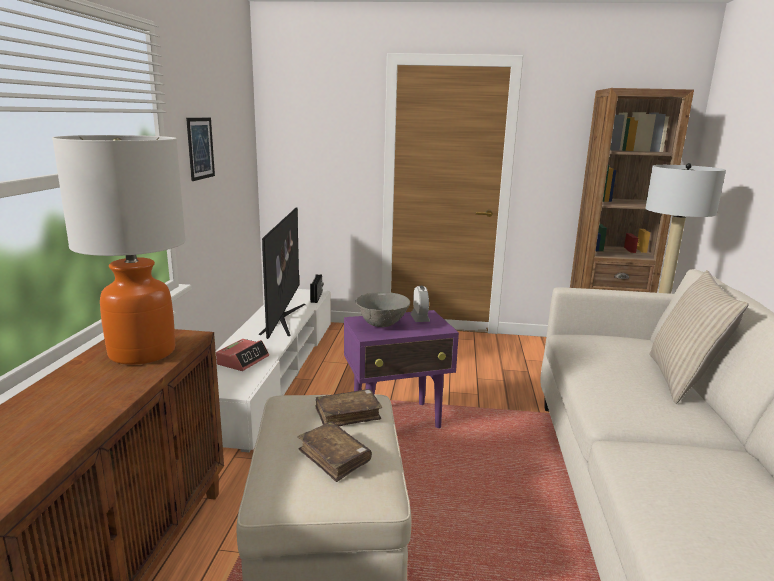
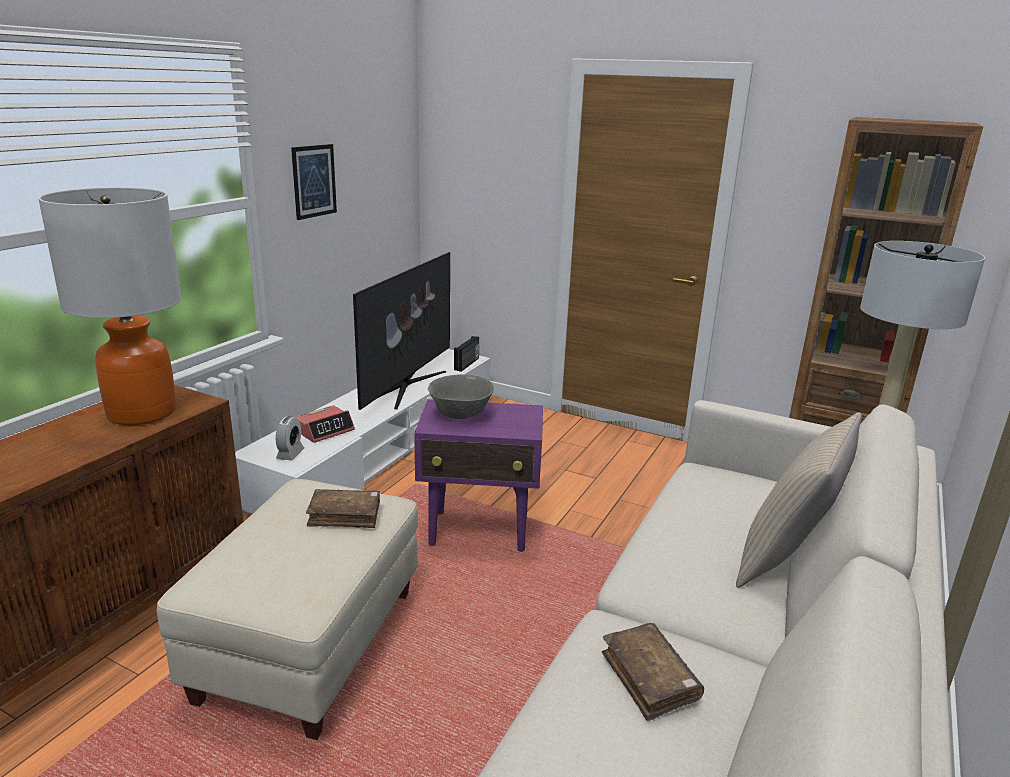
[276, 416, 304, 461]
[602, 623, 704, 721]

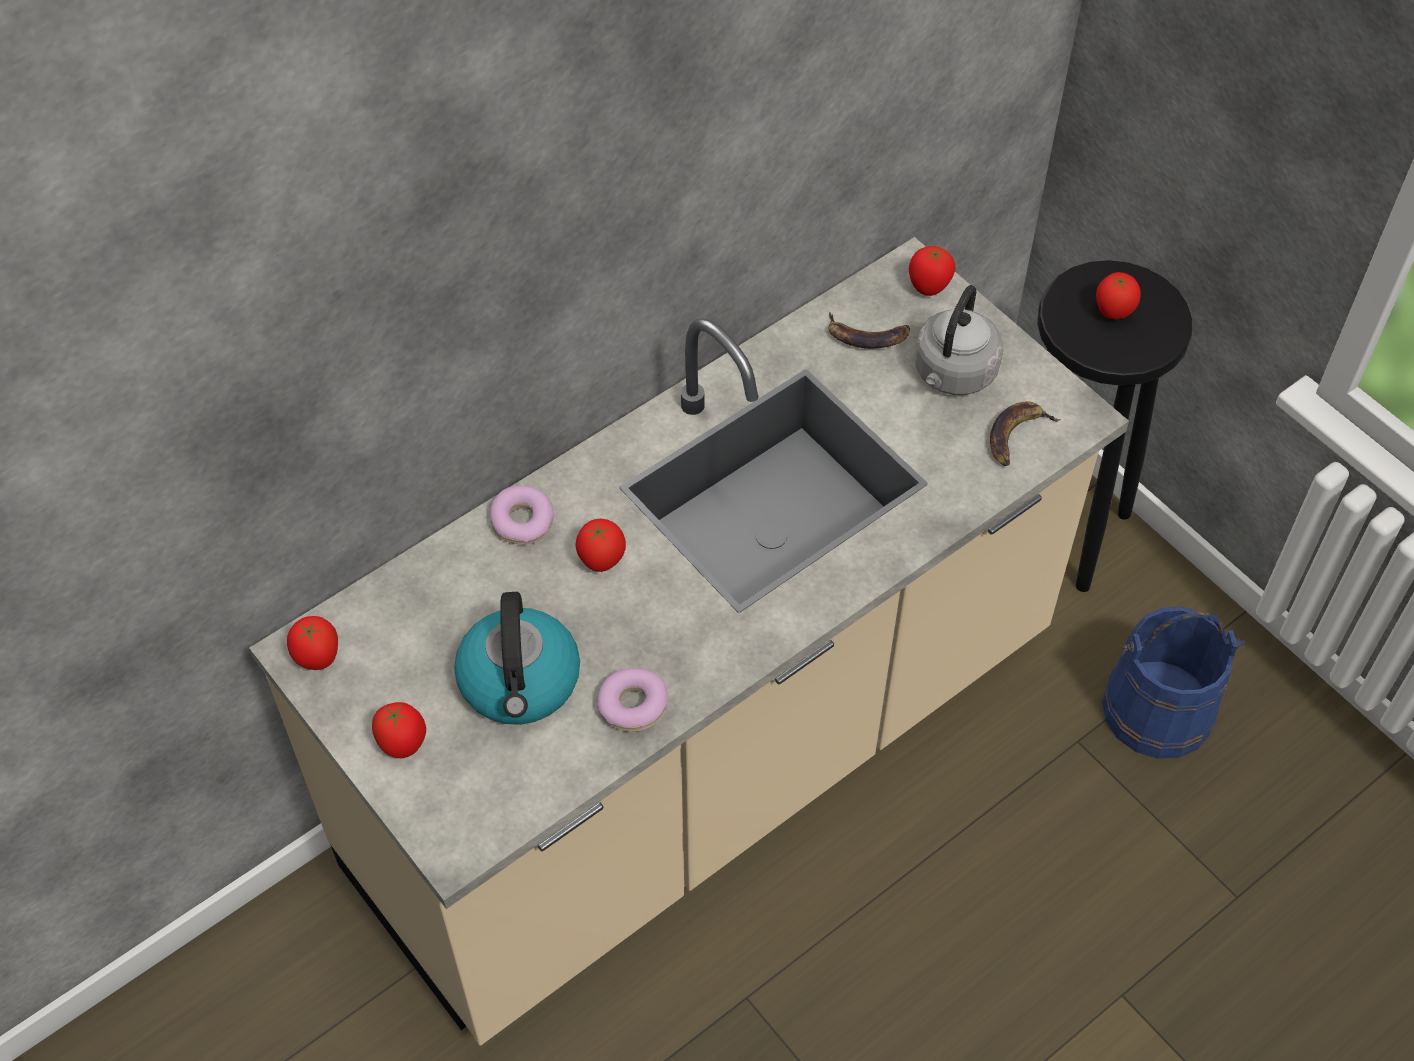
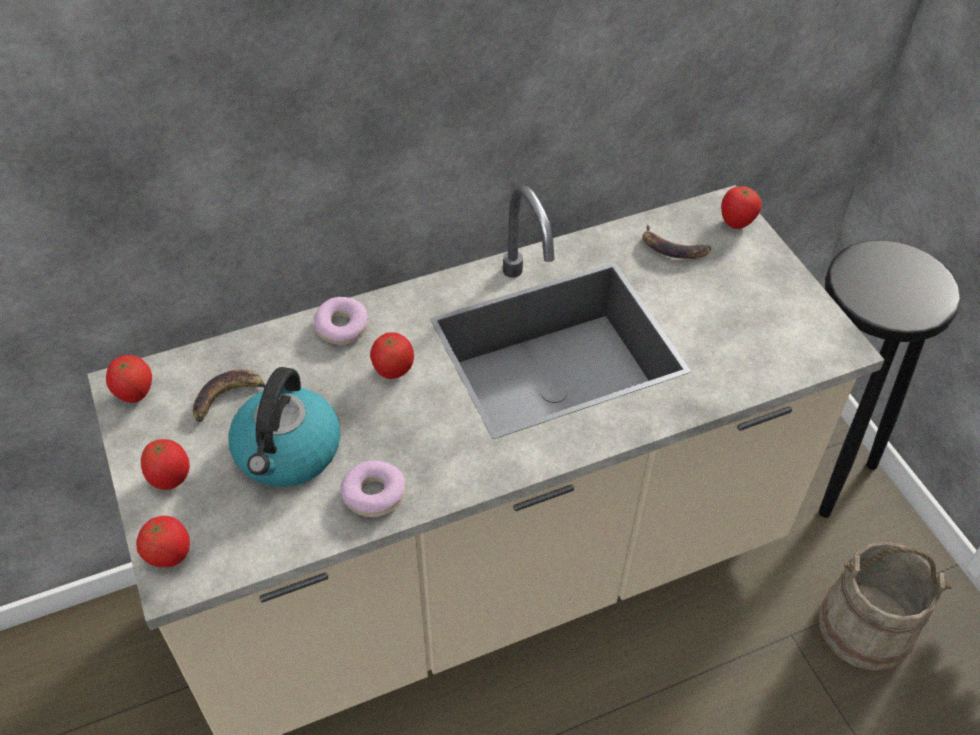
[136, 516, 190, 567]
[193, 369, 266, 422]
[819, 541, 952, 671]
[915, 285, 1003, 395] (first image)

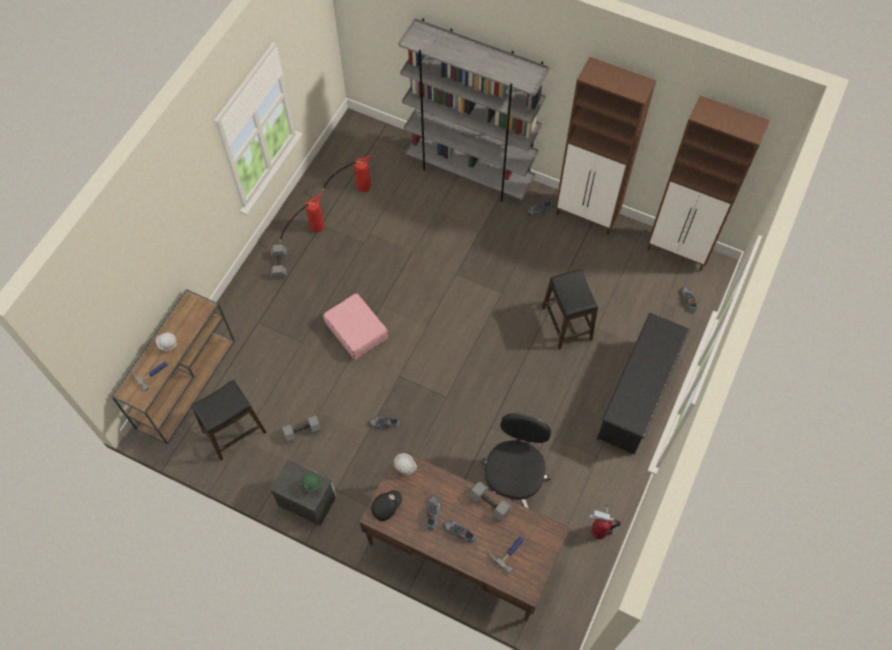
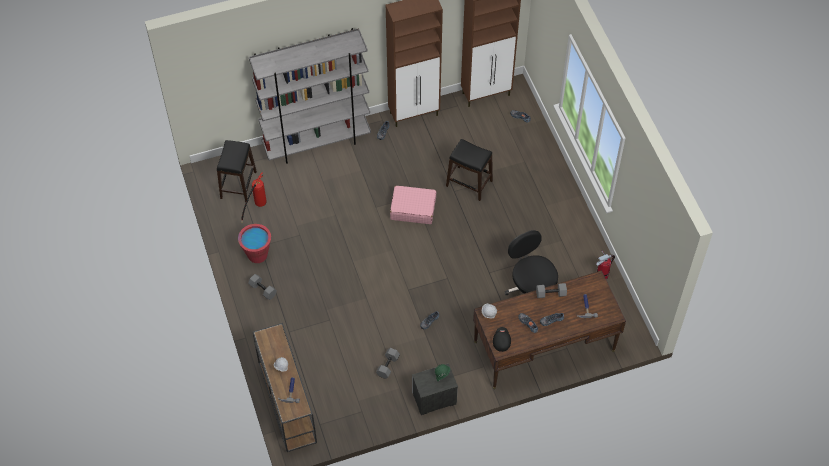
[217, 140, 257, 203]
[238, 224, 271, 263]
[390, 186, 437, 224]
[596, 313, 690, 454] (first image)

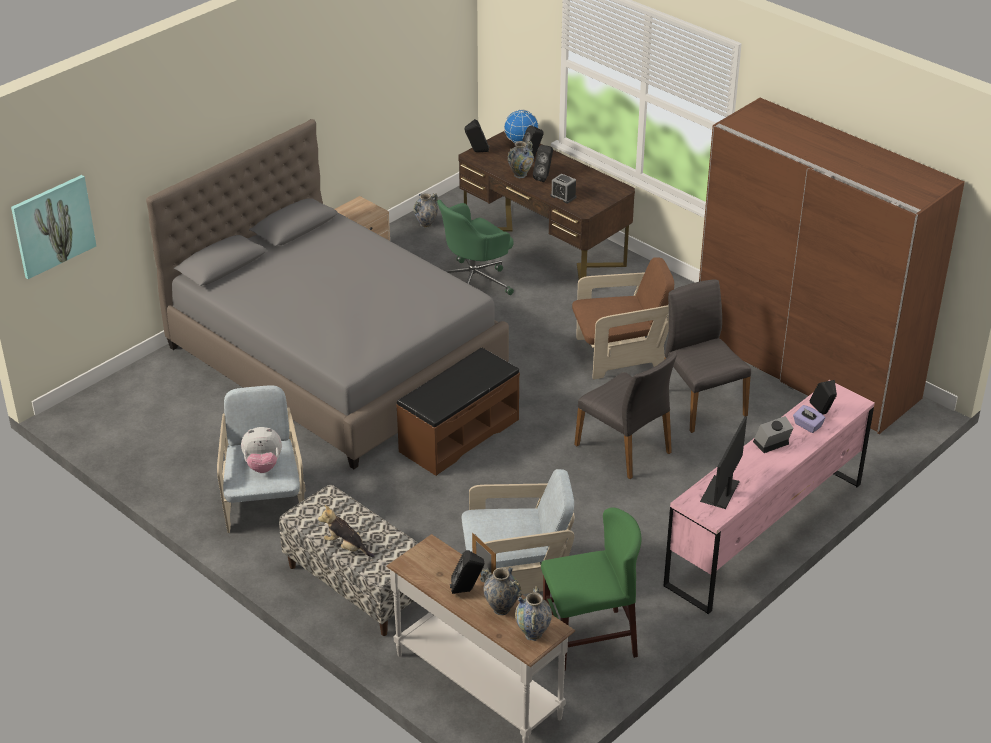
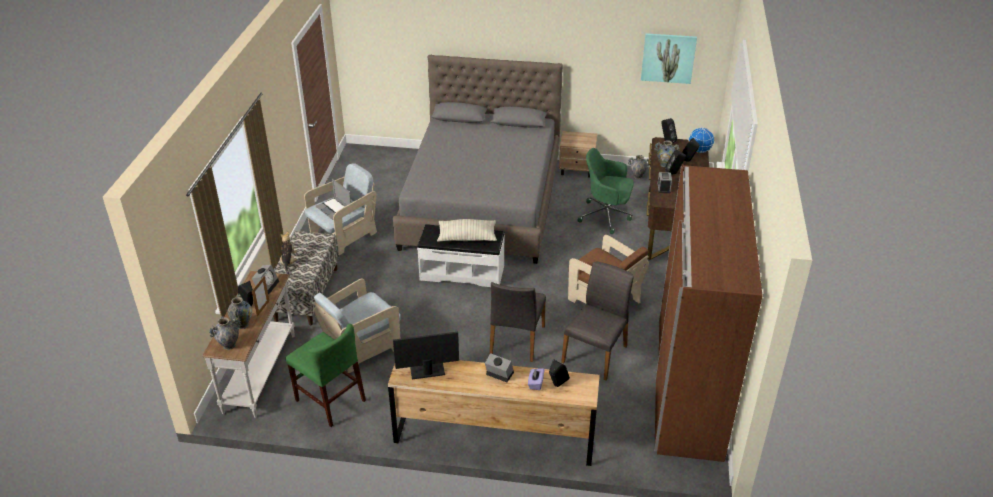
[252, 265, 279, 294]
[314, 279, 401, 373]
[316, 179, 351, 220]
[388, 360, 600, 466]
[417, 224, 505, 287]
[437, 219, 497, 242]
[641, 33, 697, 84]

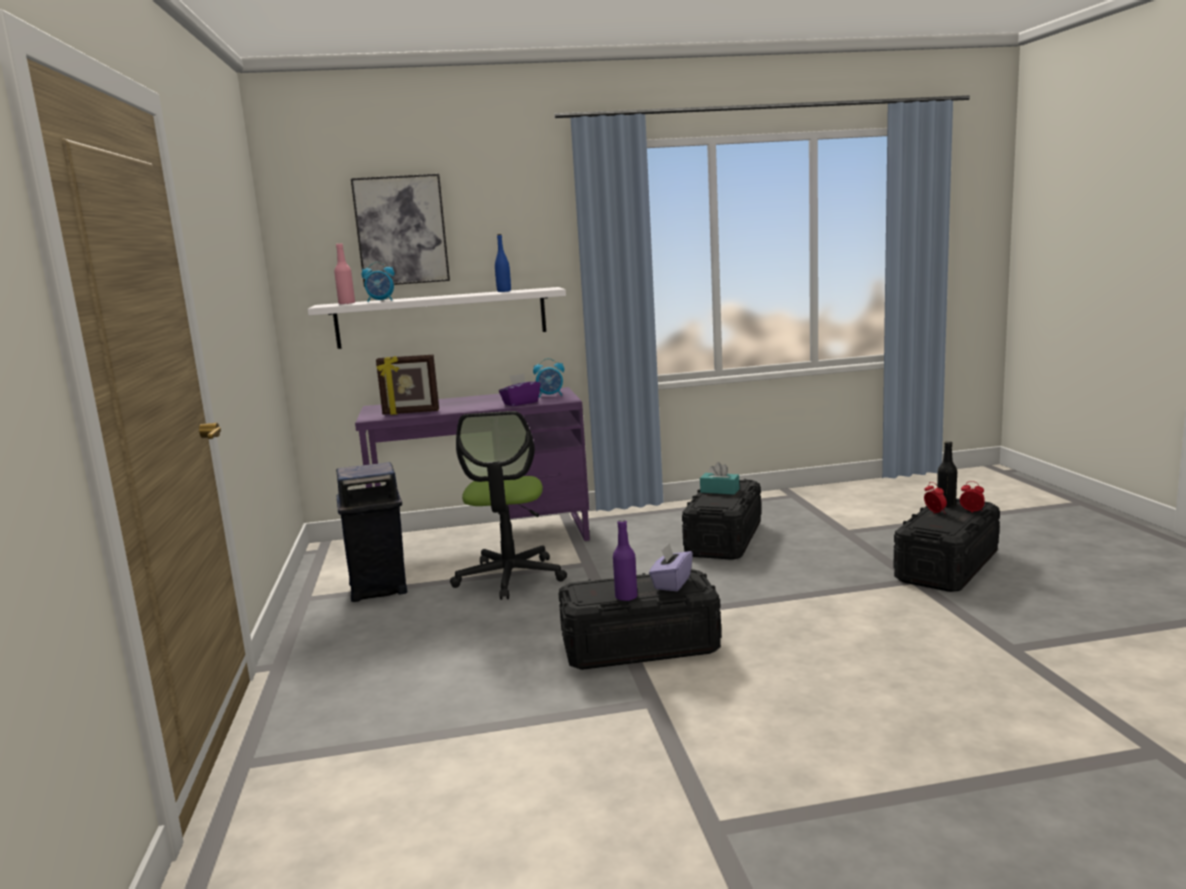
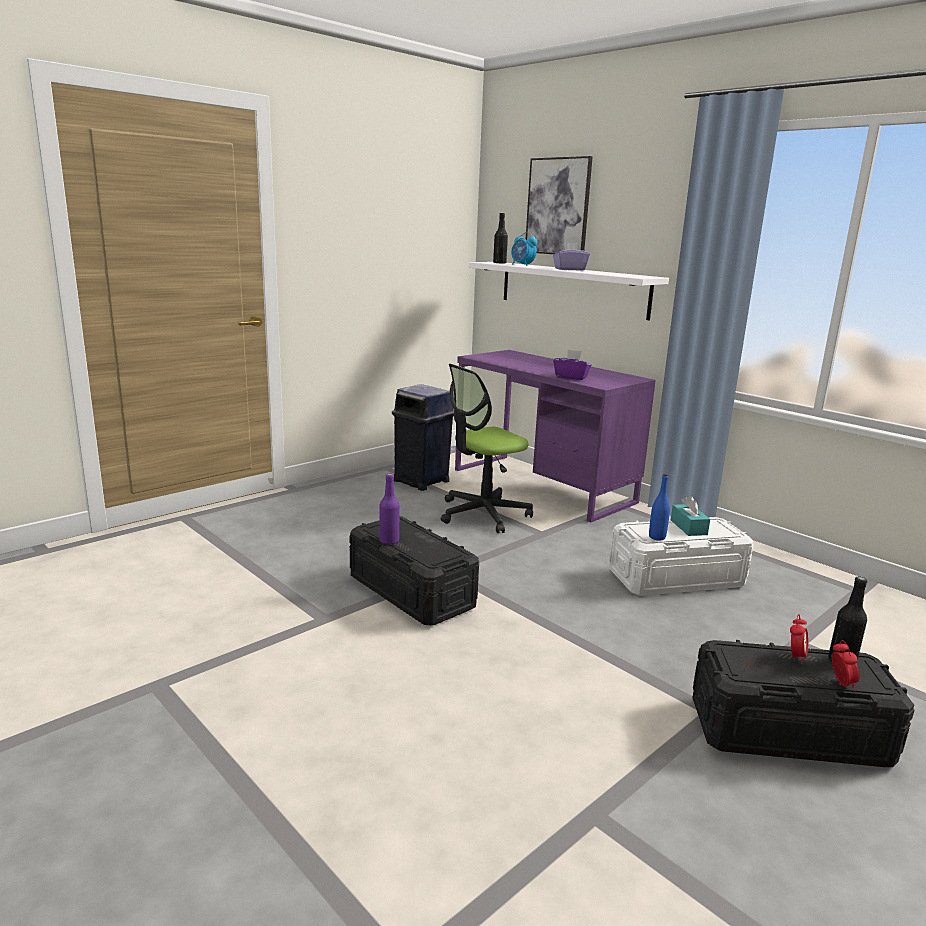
[493, 213, 508, 264]
[553, 243, 590, 271]
[609, 517, 754, 596]
[649, 473, 670, 540]
[376, 355, 439, 415] (first image)
[533, 358, 564, 398] (first image)

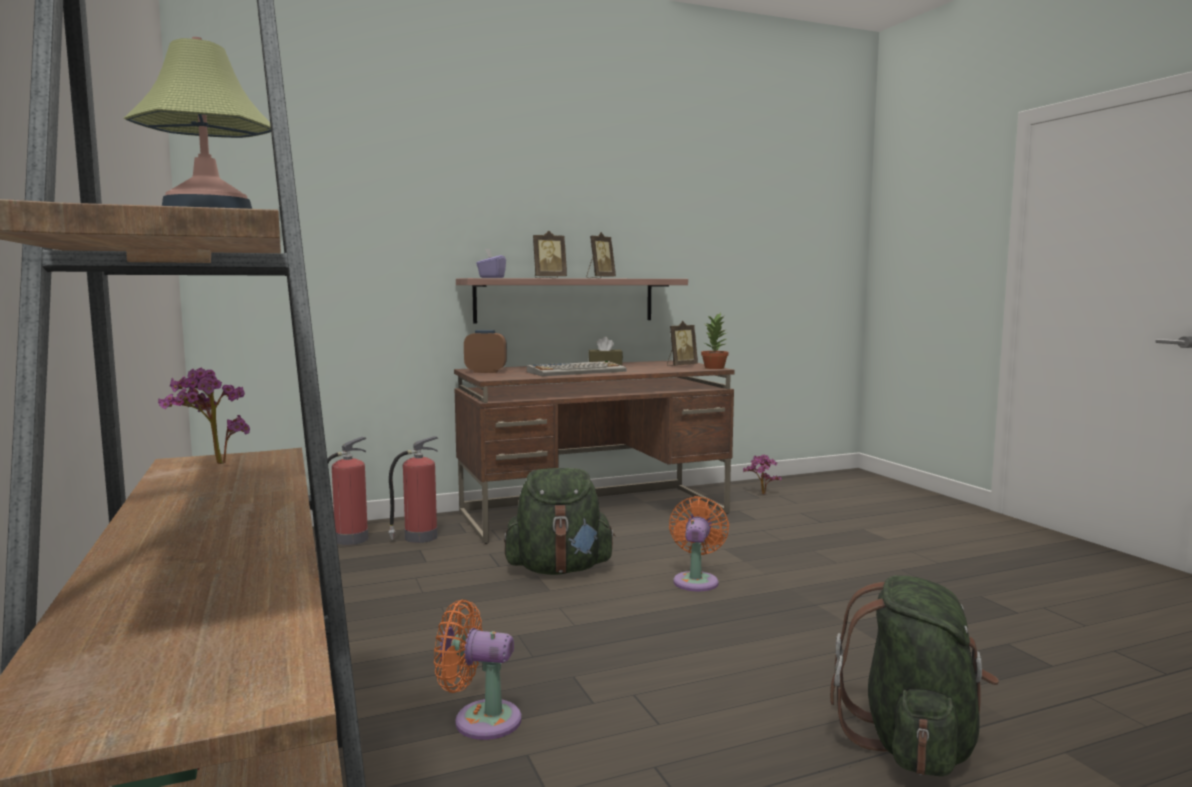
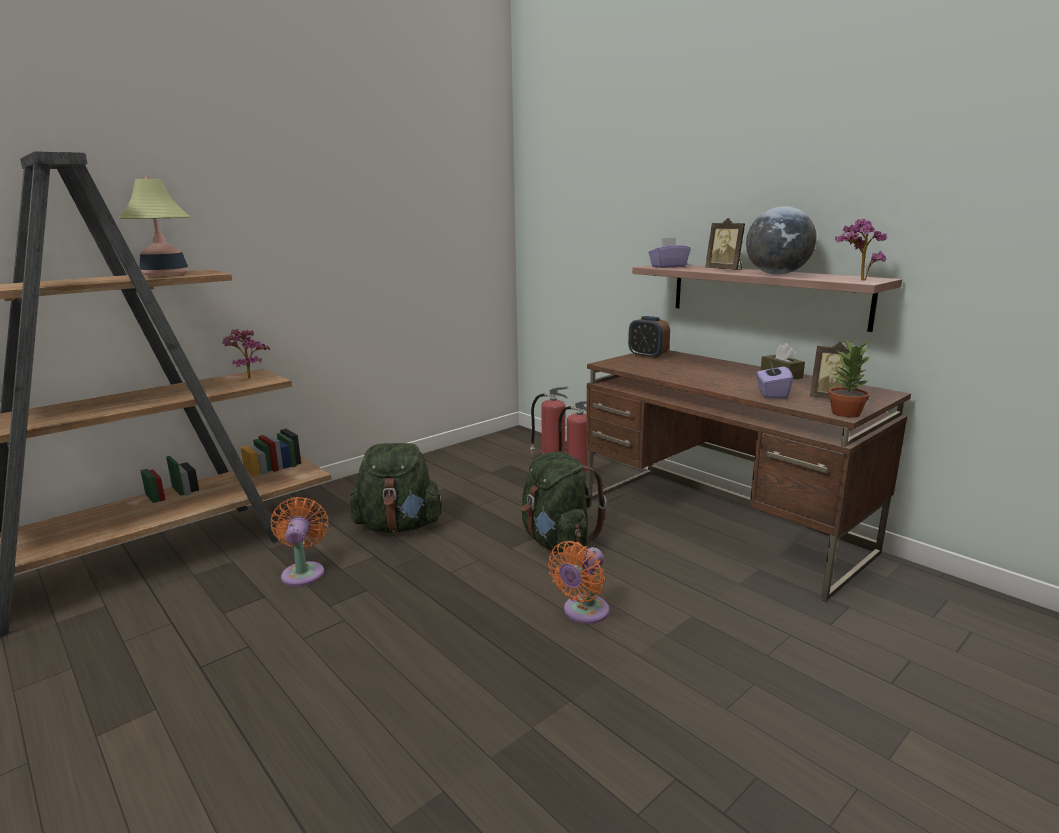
[350, 443, 444, 533]
[548, 541, 610, 624]
[628, 316, 670, 359]
[746, 206, 817, 275]
[756, 361, 793, 399]
[835, 219, 887, 281]
[527, 361, 626, 376] (first image)

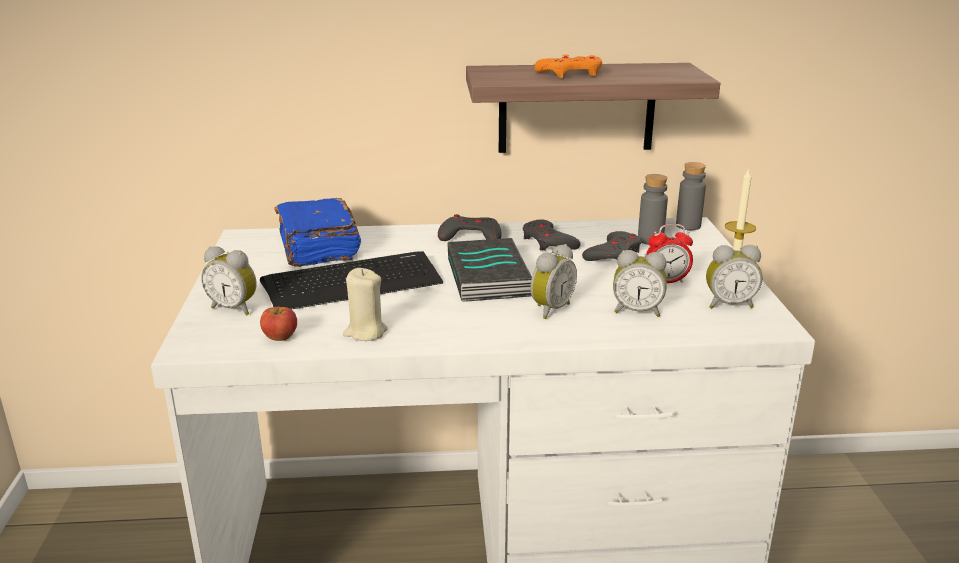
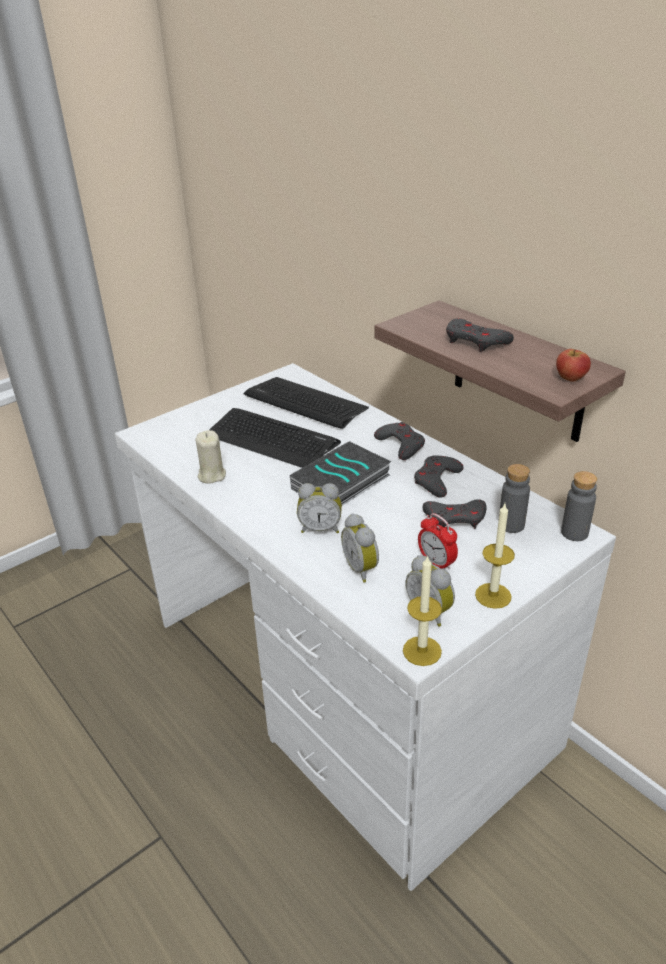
[244, 377, 369, 429]
[403, 555, 442, 666]
[446, 318, 514, 352]
[556, 349, 591, 382]
[201, 246, 256, 315] (first image)

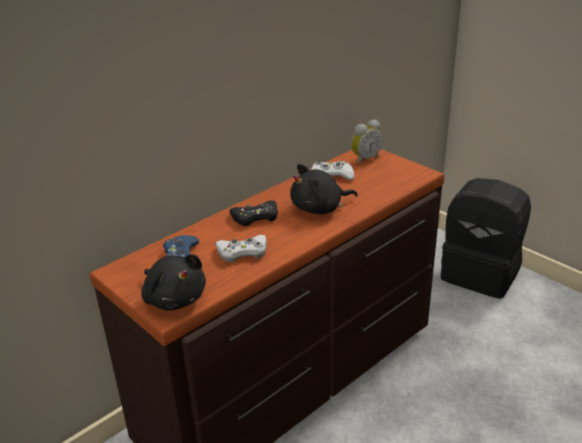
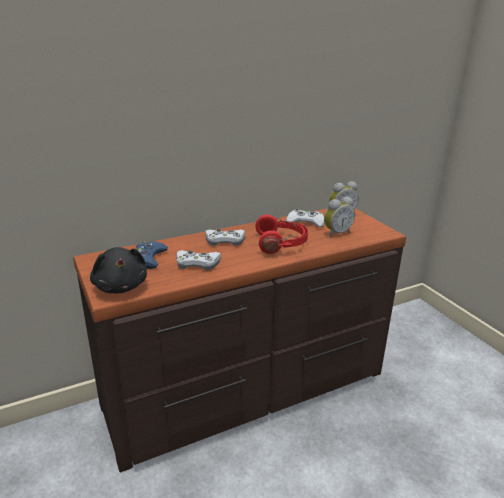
[205, 229, 245, 246]
[255, 215, 308, 254]
[324, 197, 355, 238]
[441, 178, 531, 299] (first image)

